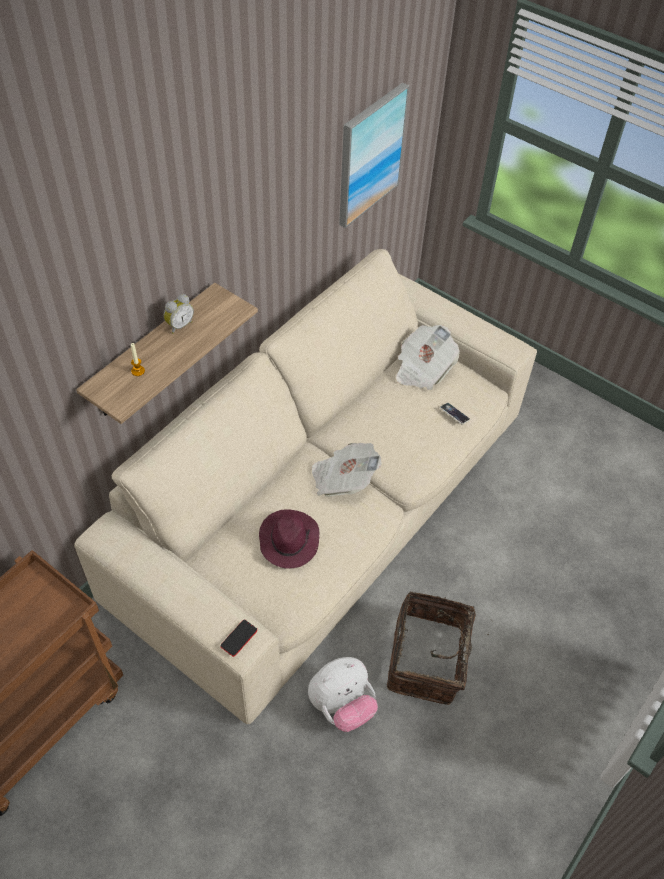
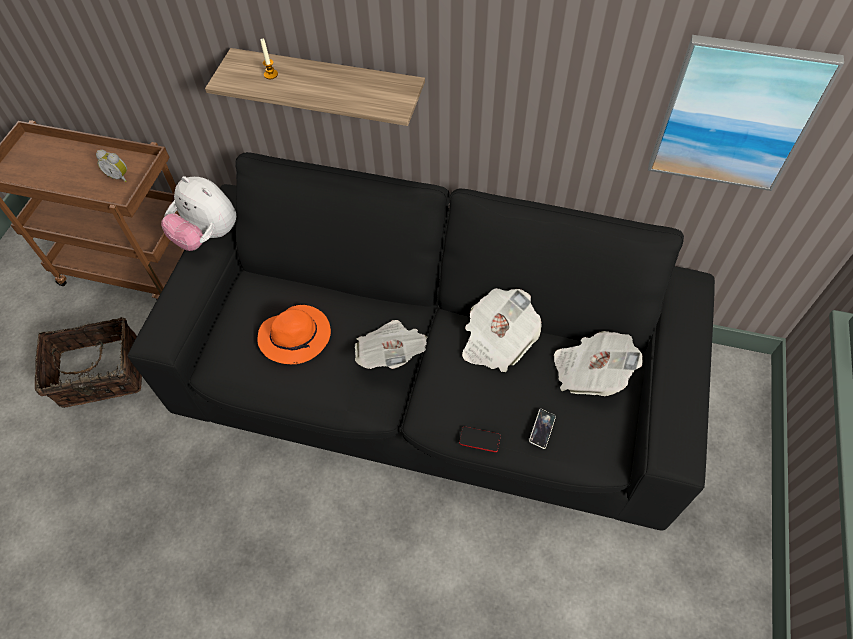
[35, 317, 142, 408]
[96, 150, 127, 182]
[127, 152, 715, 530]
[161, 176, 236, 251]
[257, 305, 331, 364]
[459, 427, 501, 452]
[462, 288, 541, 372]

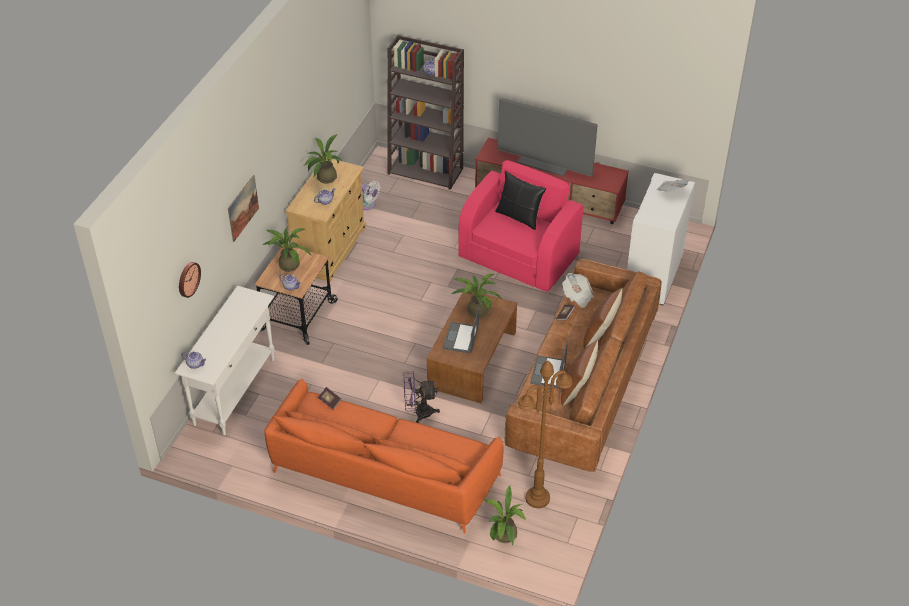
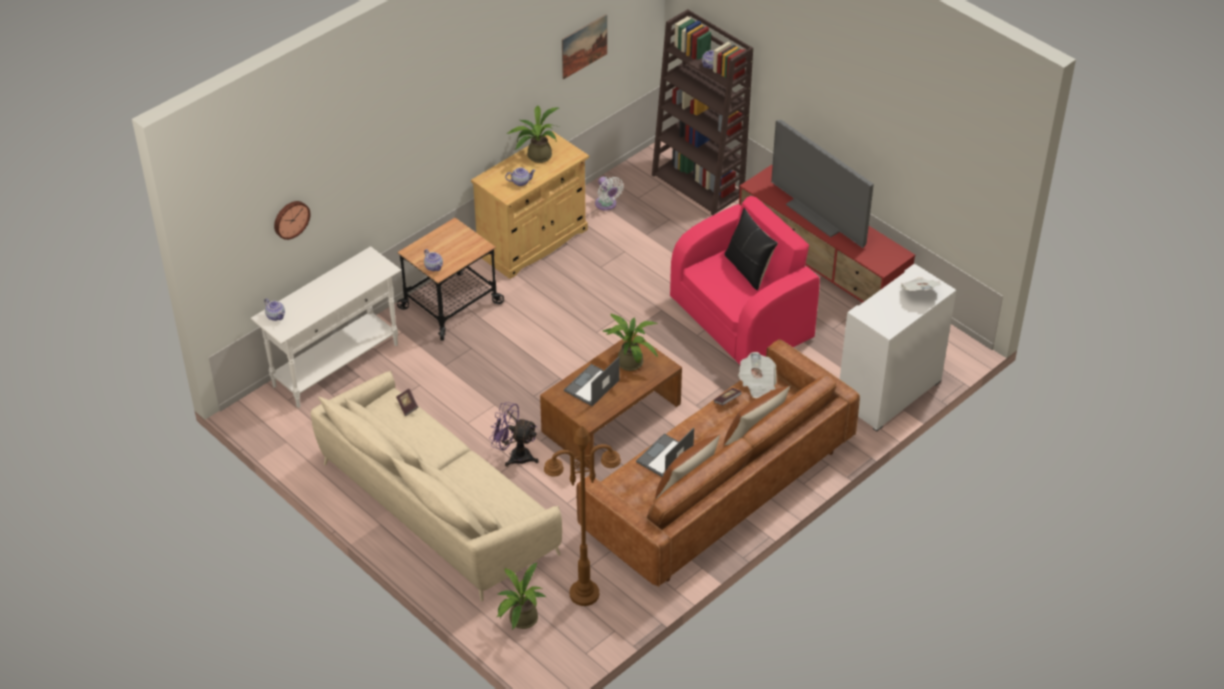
[311, 371, 562, 601]
[562, 14, 607, 80]
[262, 228, 312, 272] (first image)

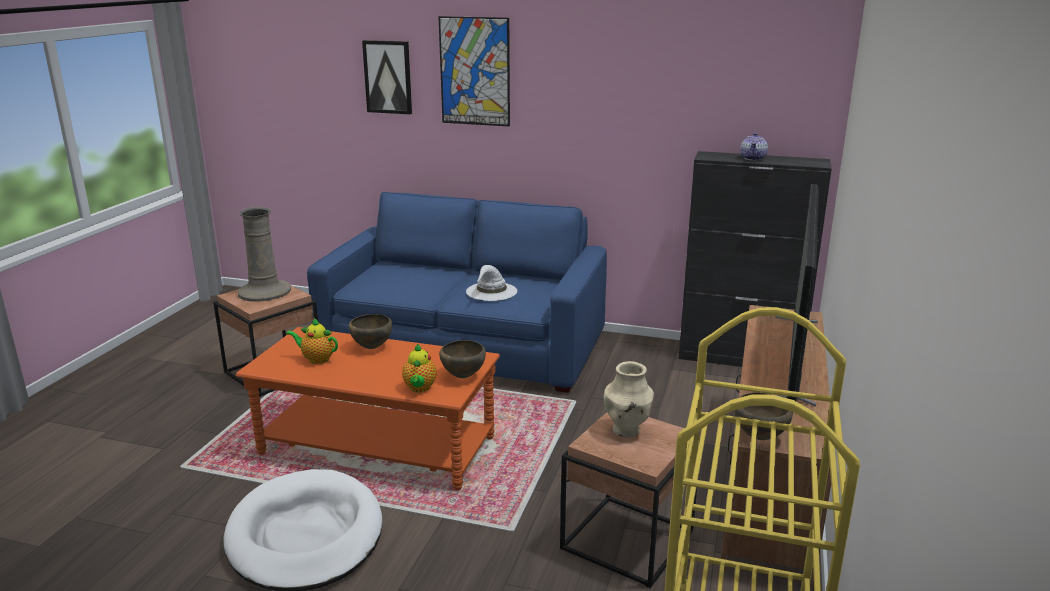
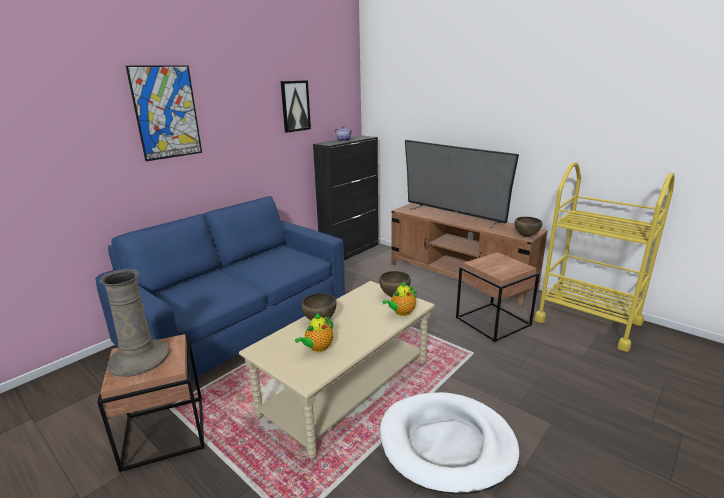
[239, 281, 435, 459]
[280, 80, 311, 133]
[382, 281, 417, 316]
[466, 265, 517, 301] (first image)
[604, 361, 654, 438] (first image)

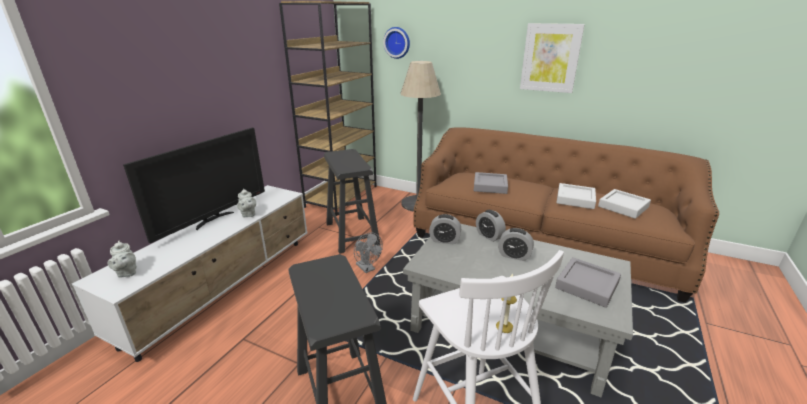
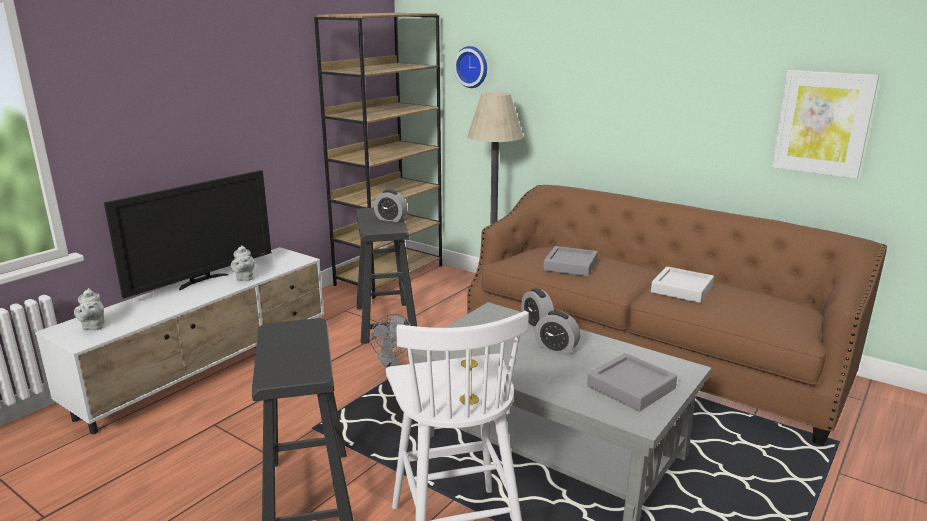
[374, 190, 407, 222]
[771, 70, 879, 179]
[598, 189, 651, 219] (first image)

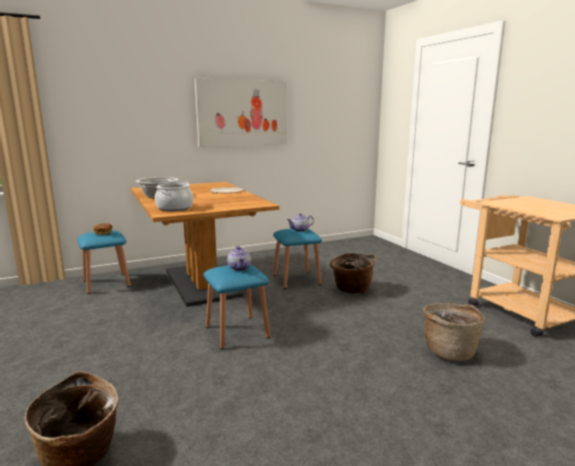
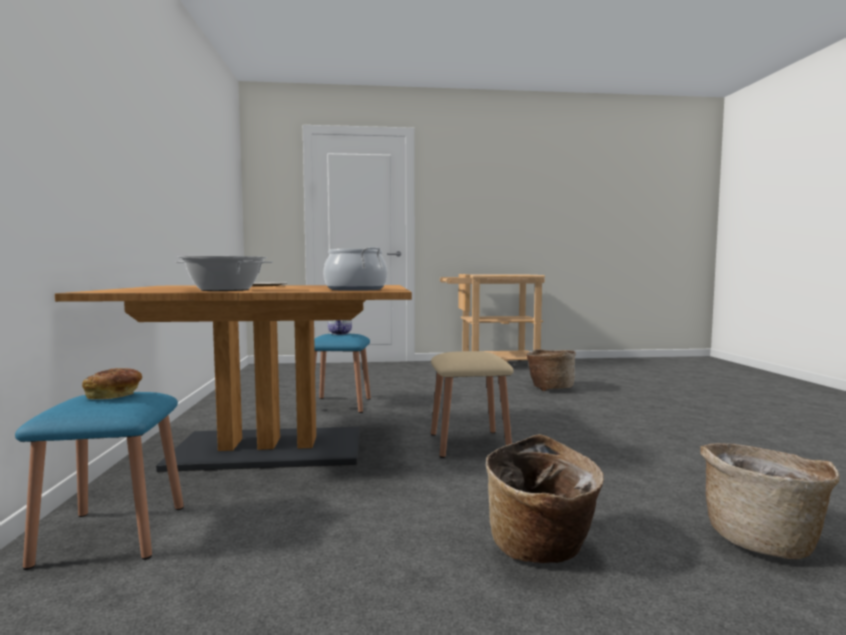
[431, 351, 514, 458]
[486, 434, 604, 563]
[195, 79, 287, 147] (first image)
[227, 246, 251, 271] (first image)

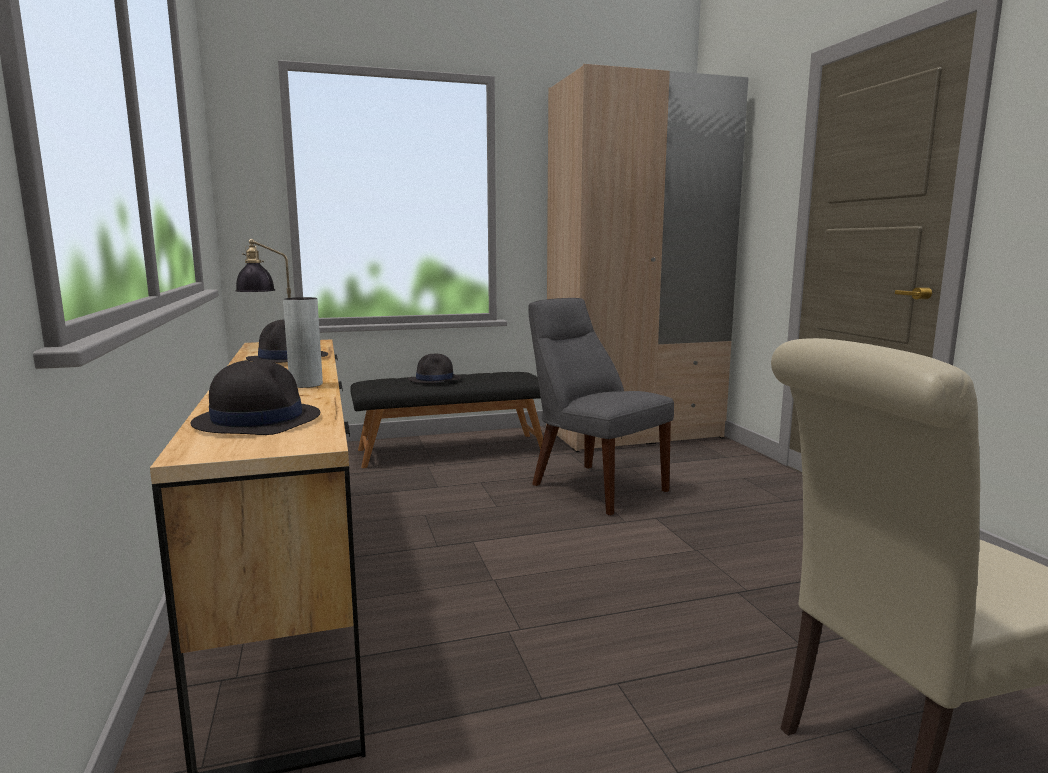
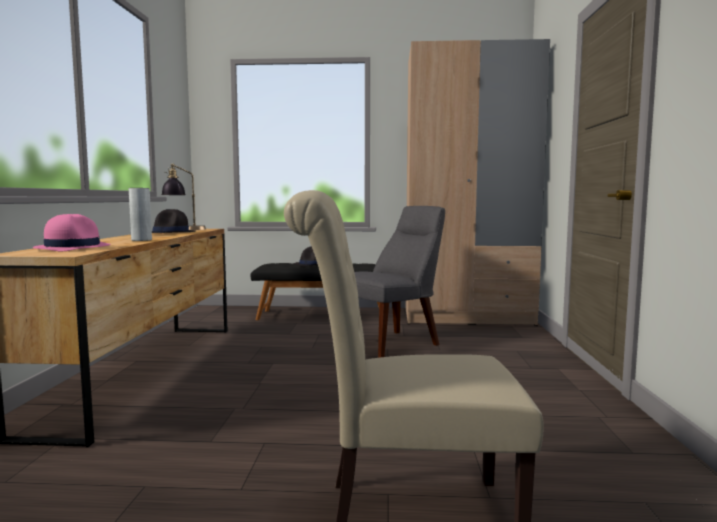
[32, 214, 110, 251]
[354, 206, 445, 358]

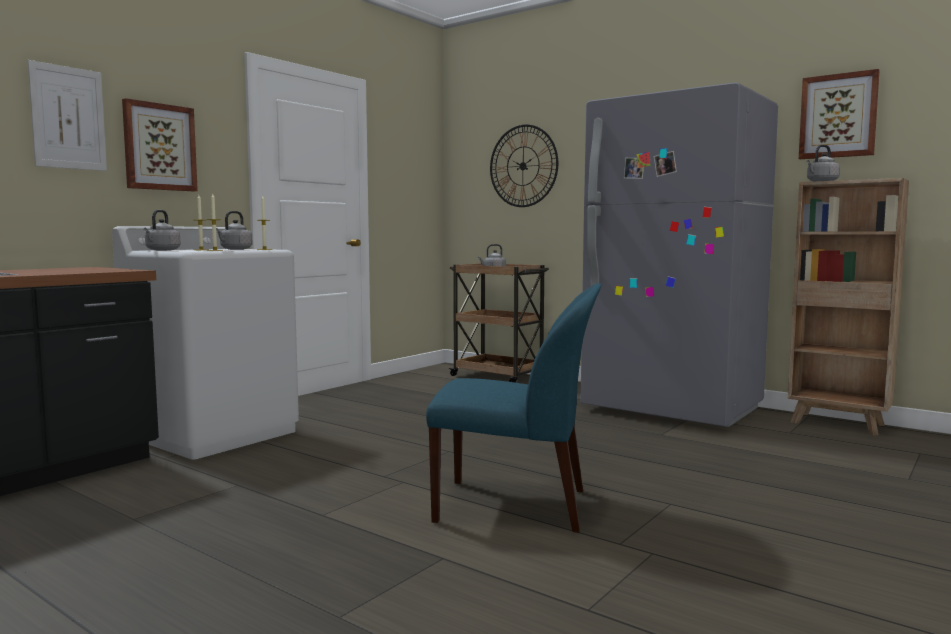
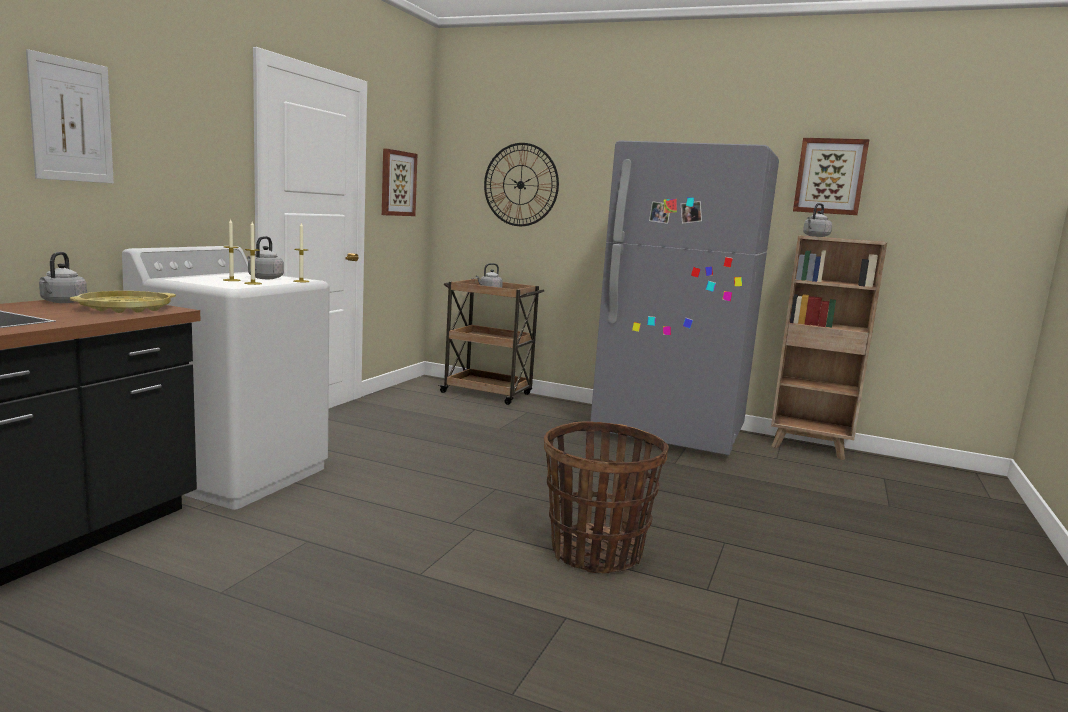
[39, 252, 87, 303]
[69, 291, 176, 313]
[382, 149, 417, 216]
[544, 421, 669, 573]

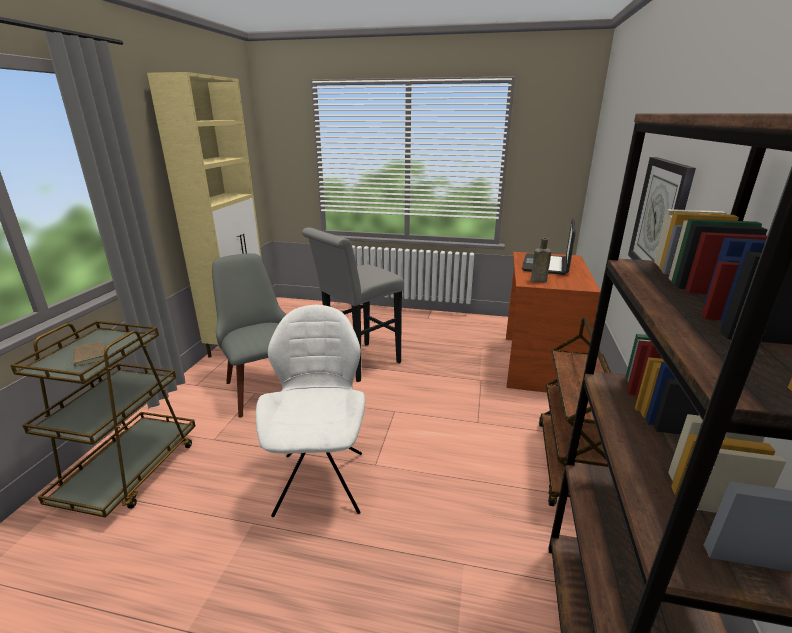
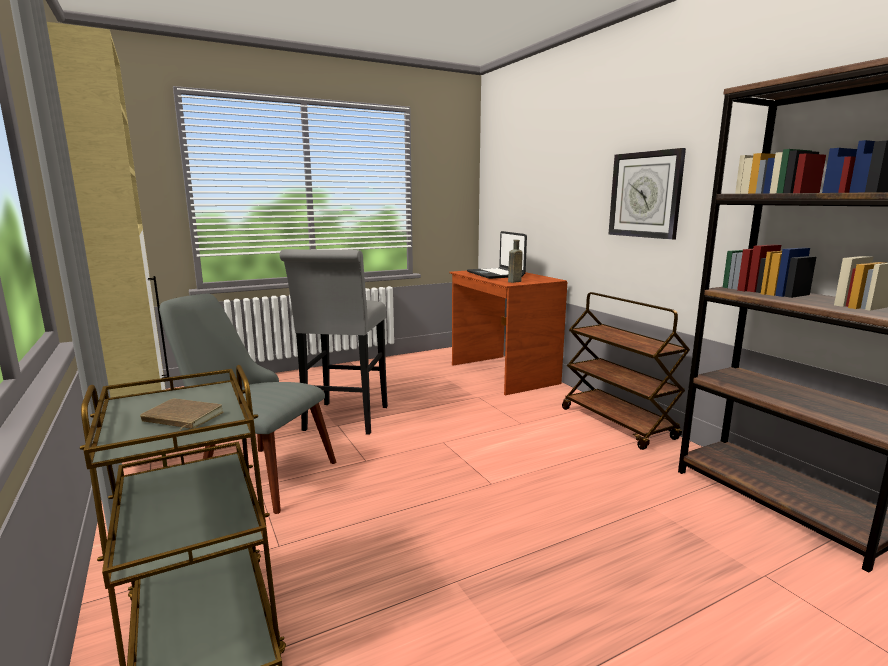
[256, 305, 365, 517] (first image)

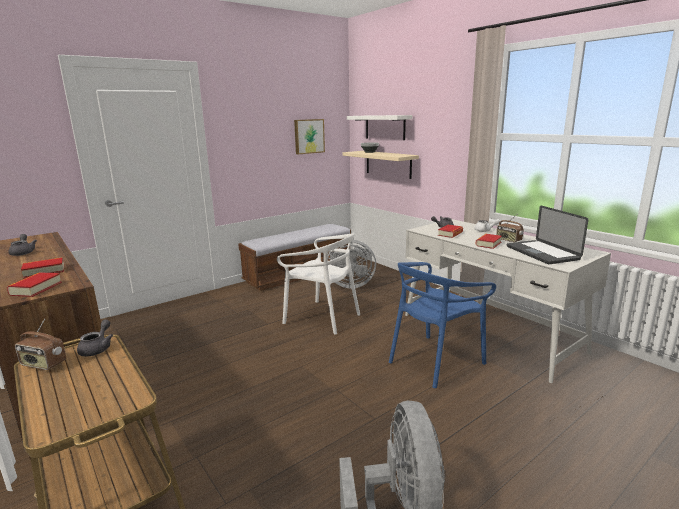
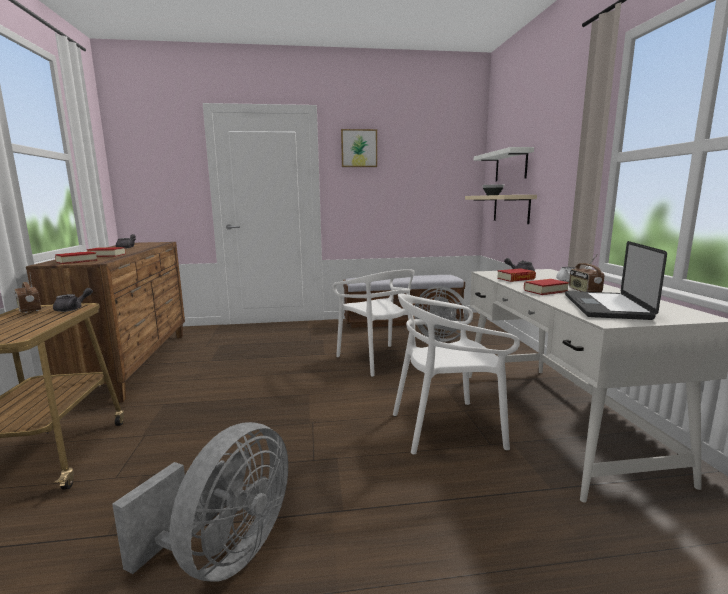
[341, 129, 377, 167]
[393, 294, 520, 454]

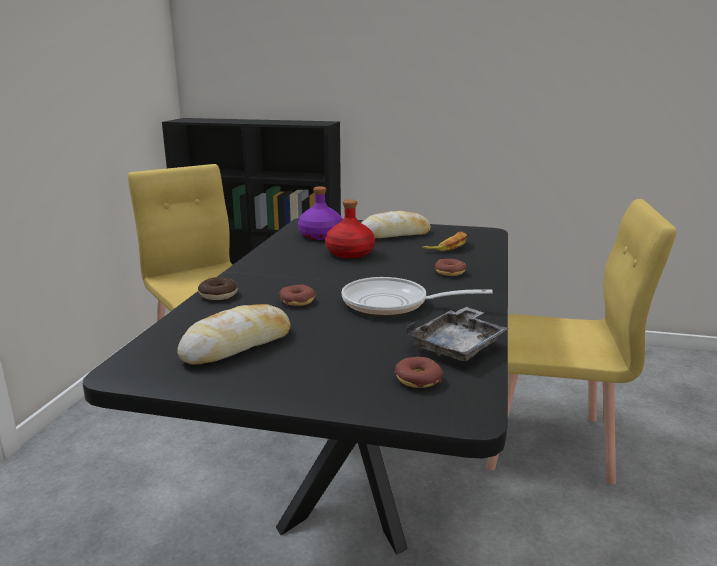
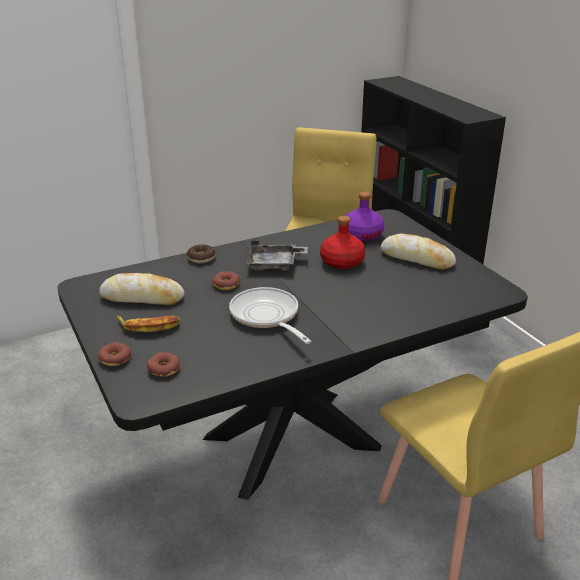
[98, 343, 132, 366]
[117, 316, 180, 332]
[246, 240, 308, 270]

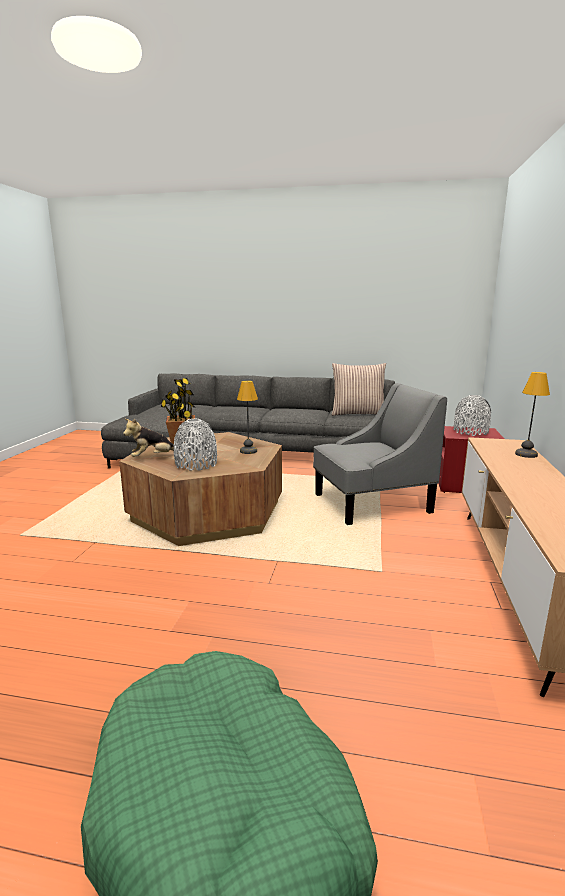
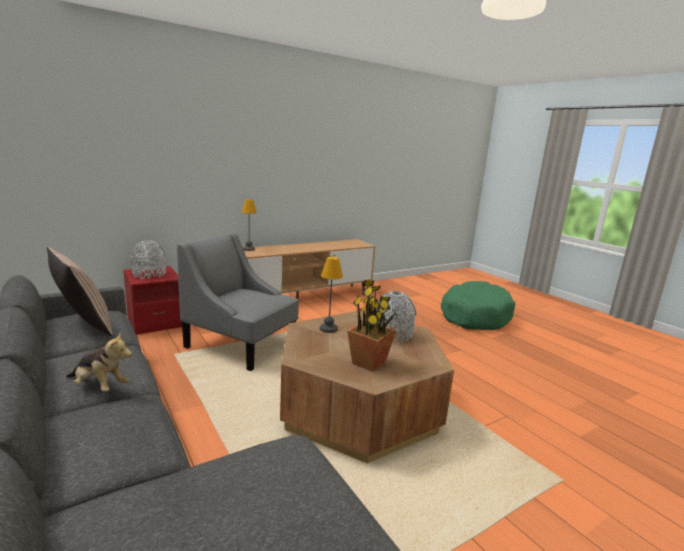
[66, 331, 132, 392]

